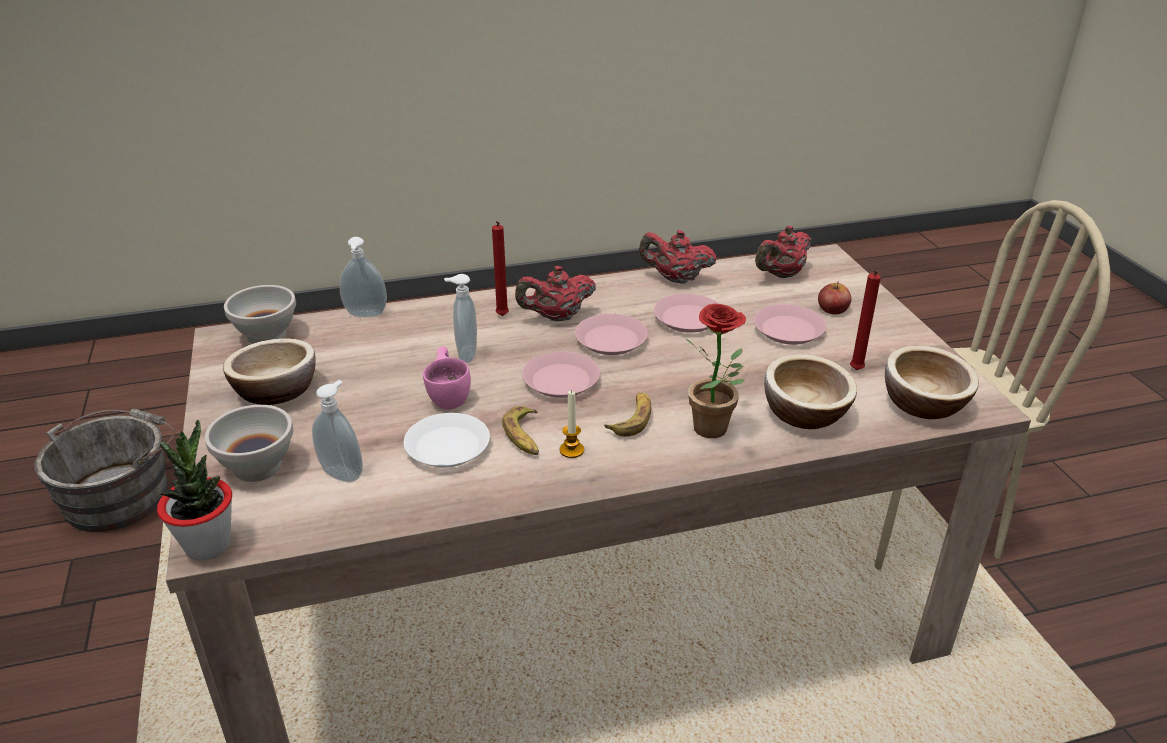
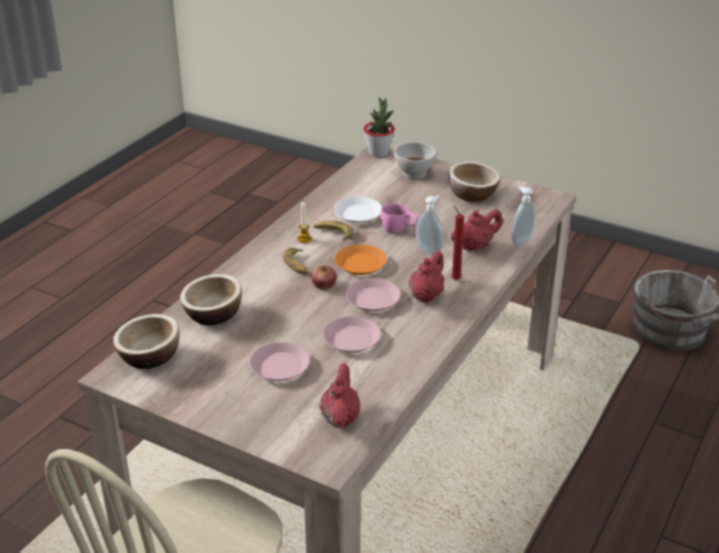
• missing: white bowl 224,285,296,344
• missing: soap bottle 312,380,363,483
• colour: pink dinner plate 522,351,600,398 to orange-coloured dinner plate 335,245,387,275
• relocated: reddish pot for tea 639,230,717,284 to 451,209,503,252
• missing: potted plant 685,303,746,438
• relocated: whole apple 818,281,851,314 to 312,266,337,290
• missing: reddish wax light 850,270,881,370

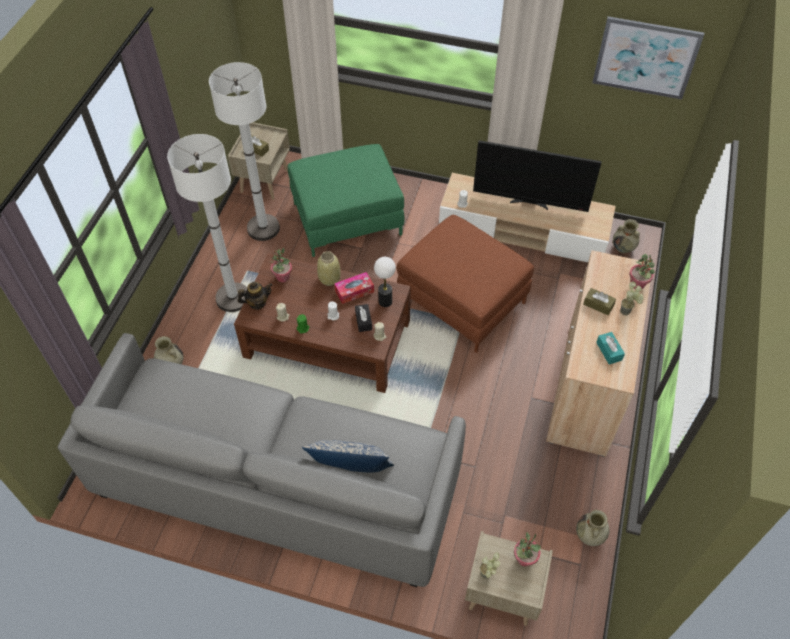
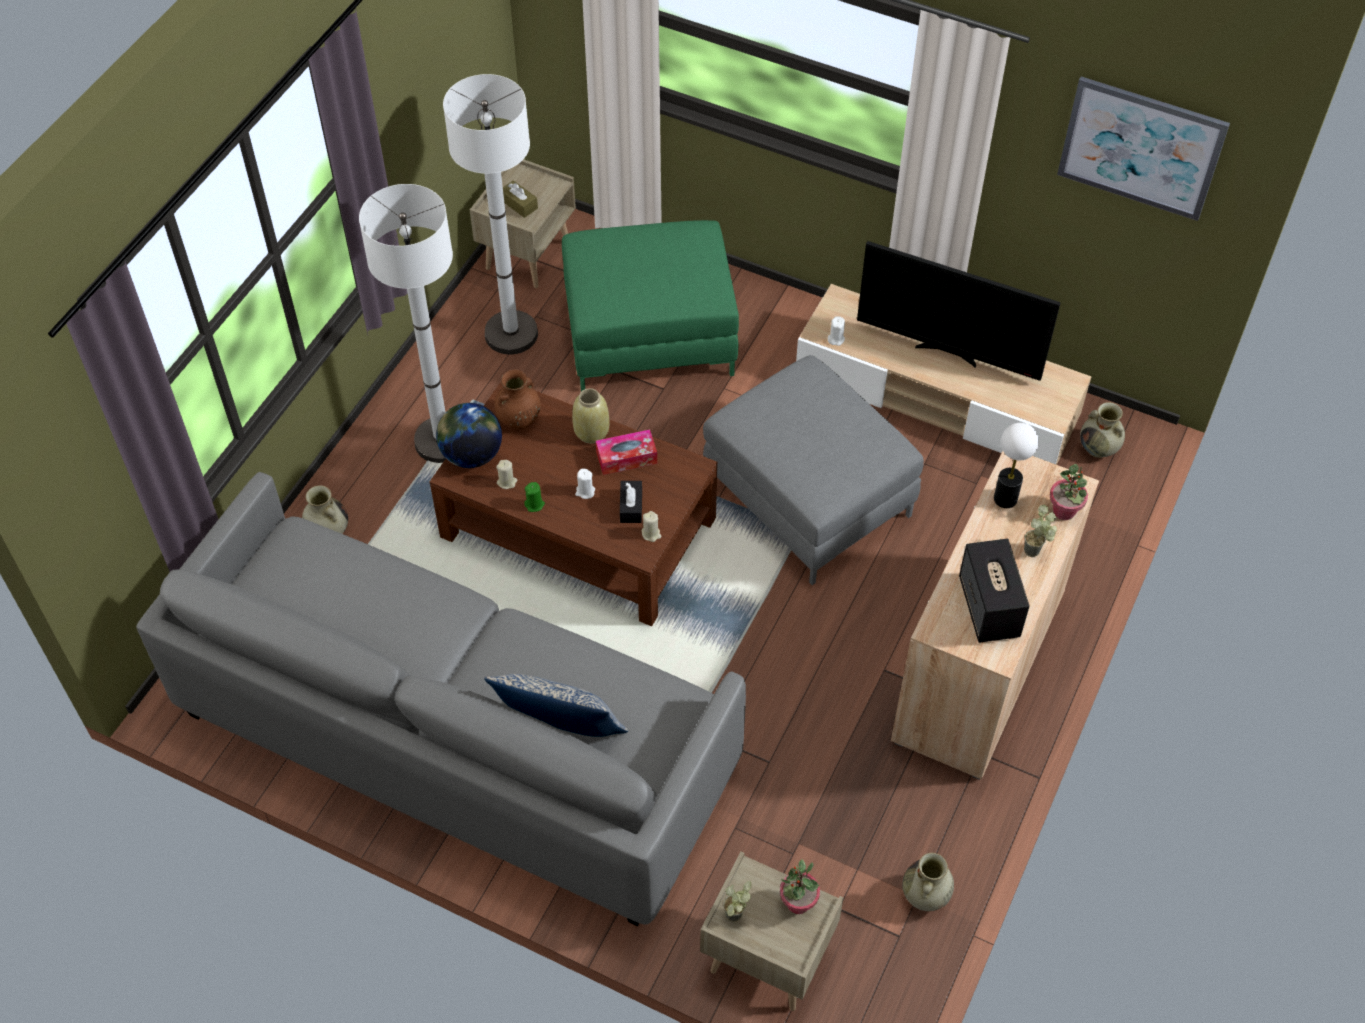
• exchanged: pot for tea 237,282,273,310 to world globe 436,403,502,468
• exchanged: potted plant 270,248,292,282 to brownish flower vase 494,369,541,429
• relocated: table lamp 374,257,396,307 to 994,423,1039,508
• colour: brownish ottoman 397,215,534,353 to gray ottoman 703,355,924,585
• missing: brownish tissue holder 583,288,616,315
• exchanged: turquoise tissue holder 596,332,625,364 to audio speaker 959,539,1030,643

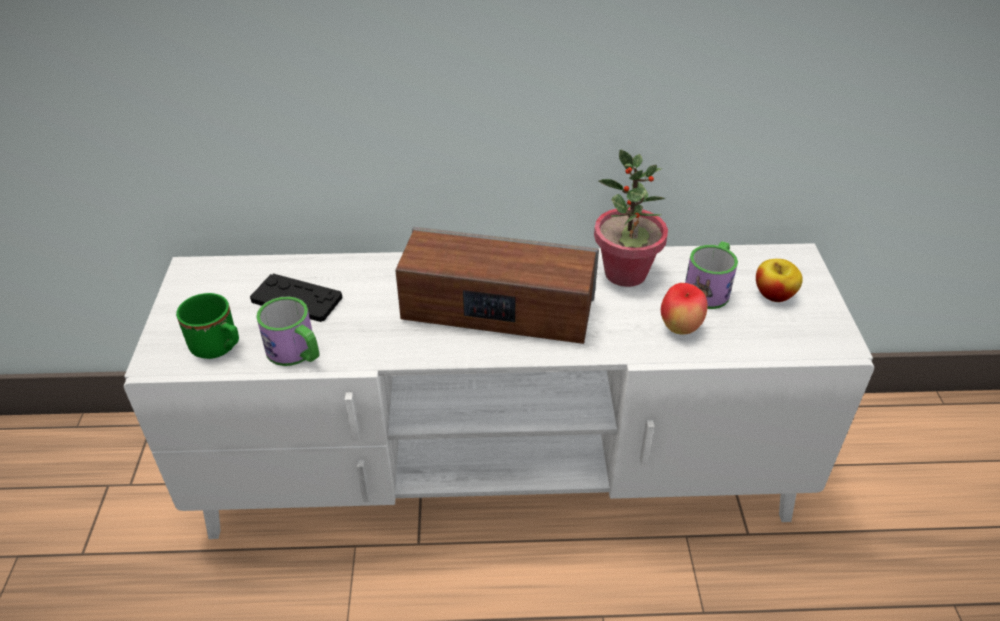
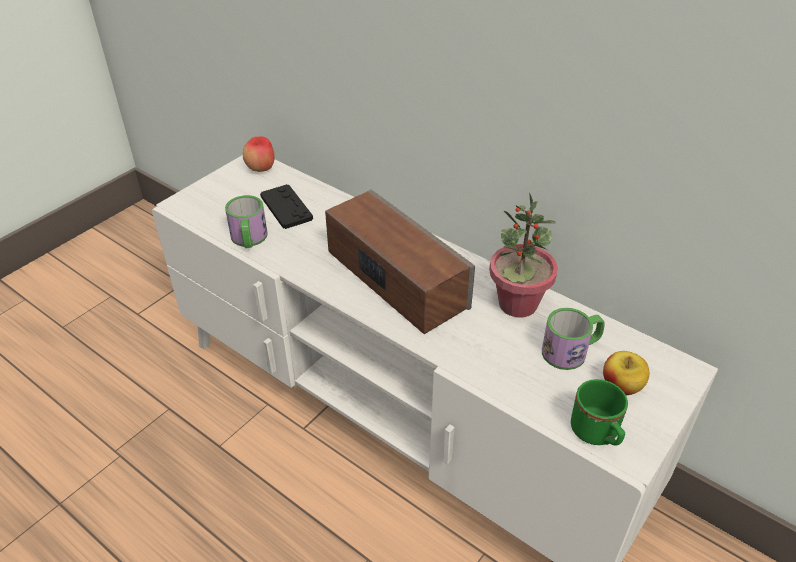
• relocated: green-coloured mug 176,293,239,359 to 571,379,628,446
• relocated: whole apple 661,283,708,334 to 243,136,275,172

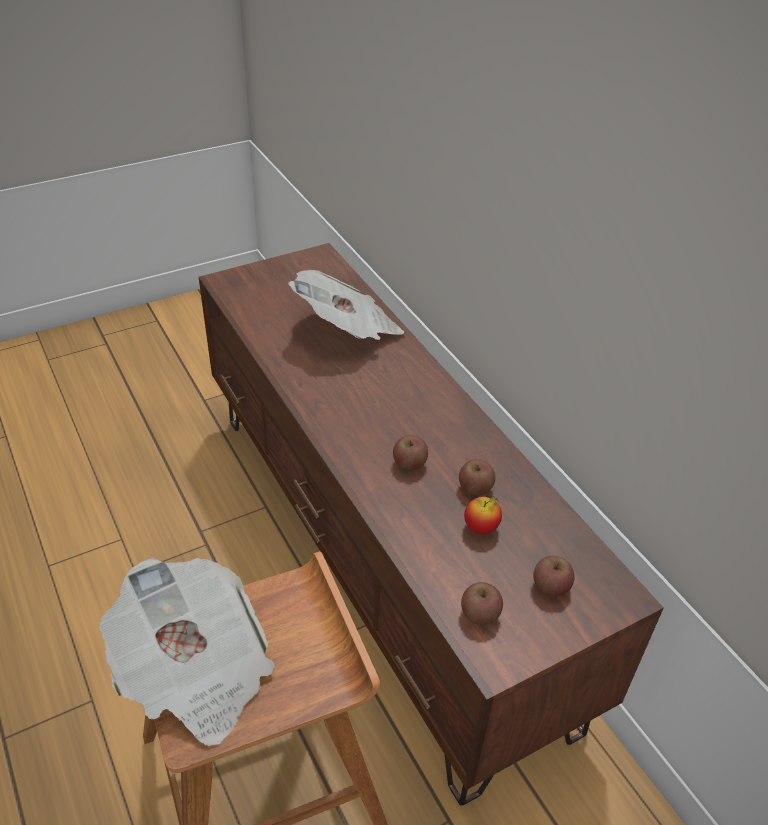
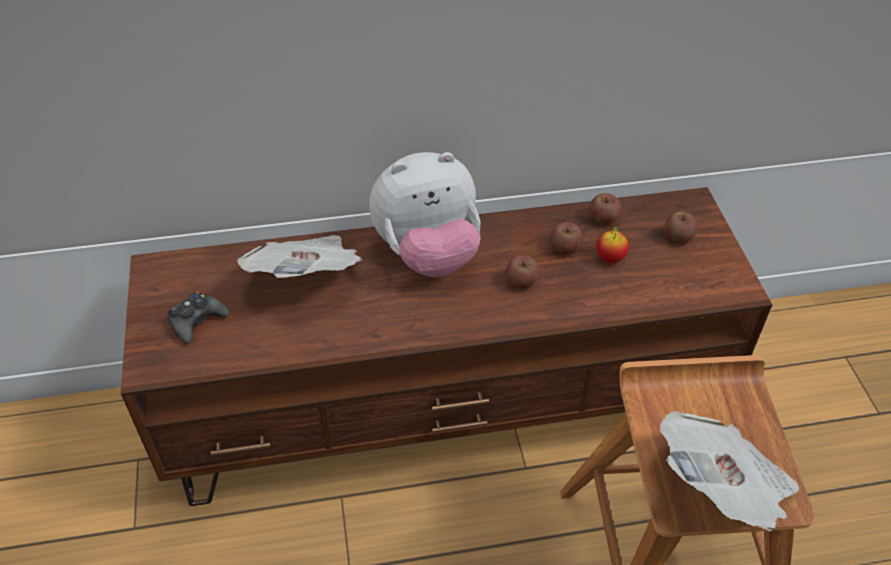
• relocated: whole apple 461,582,503,625 to 589,193,621,225
• appeared: blackish gamepad 168,291,229,344
• appeared: soft toy 369,152,481,277

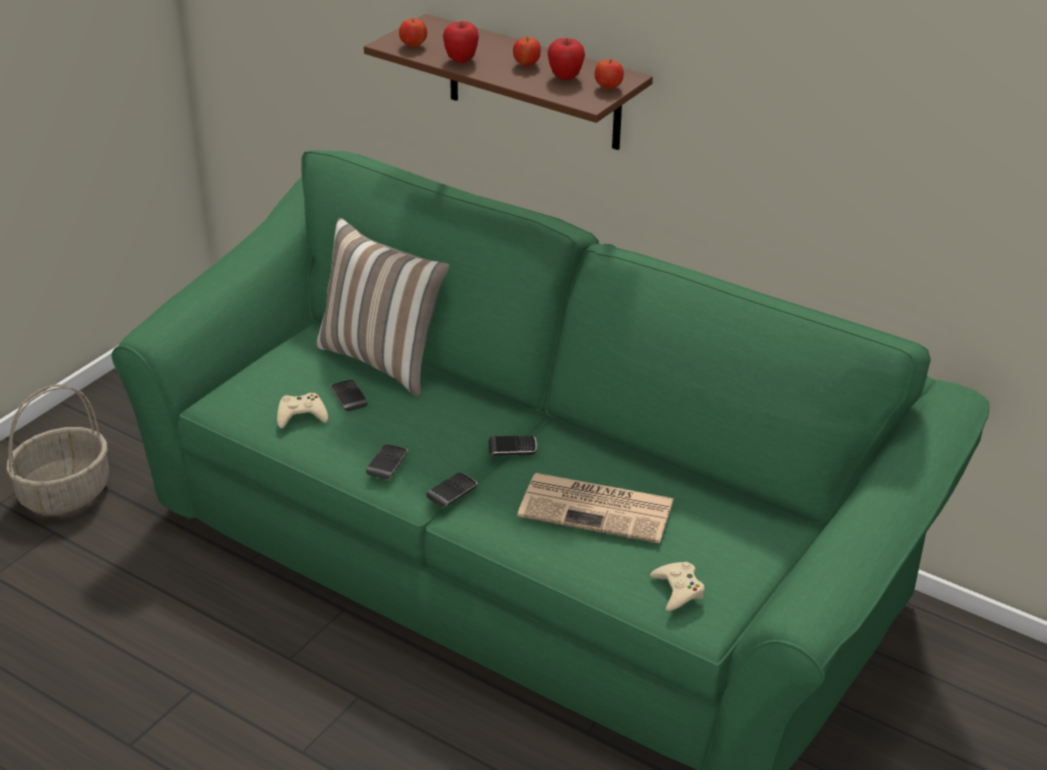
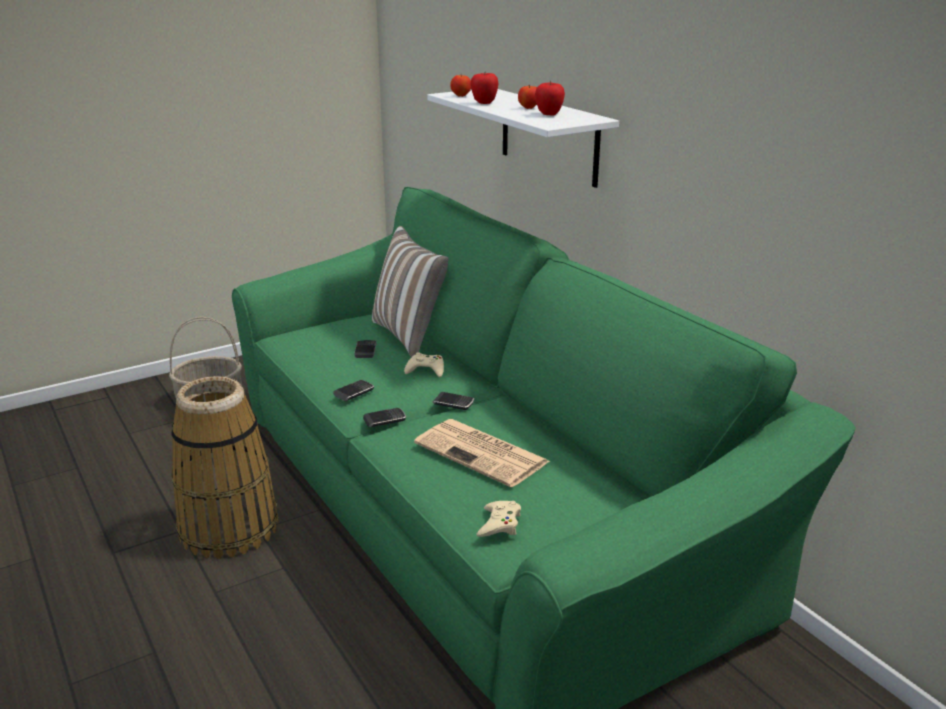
• relocated: sand-coloured gamepad 277,393,328,429 to 404,352,444,377
• colour: brownish bracket shelf 364,14,653,150 to white bracket shelf 427,89,619,188
• missing: whole apple 595,59,624,89
• appeared: basket 171,376,278,559

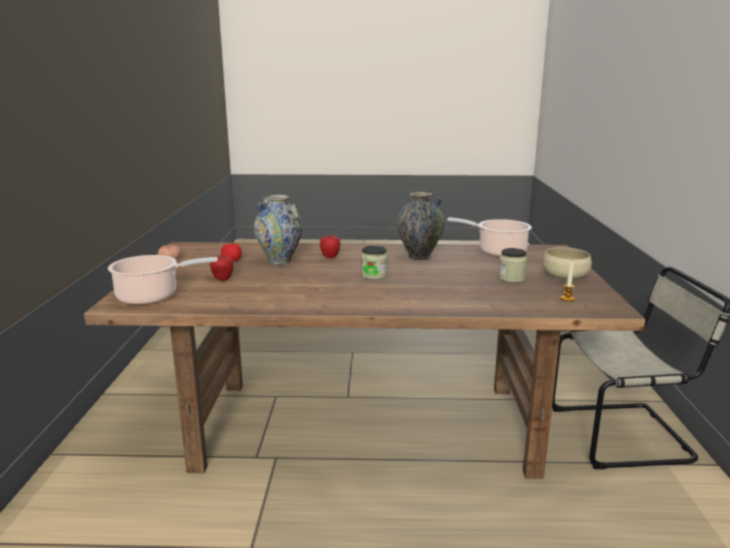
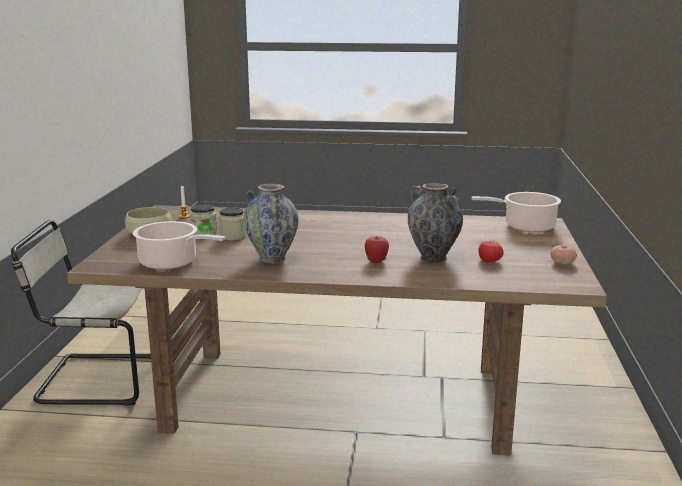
• missing: whole apple 210,255,234,281
• relocated: storage jar 361,246,388,280 to 219,208,246,240

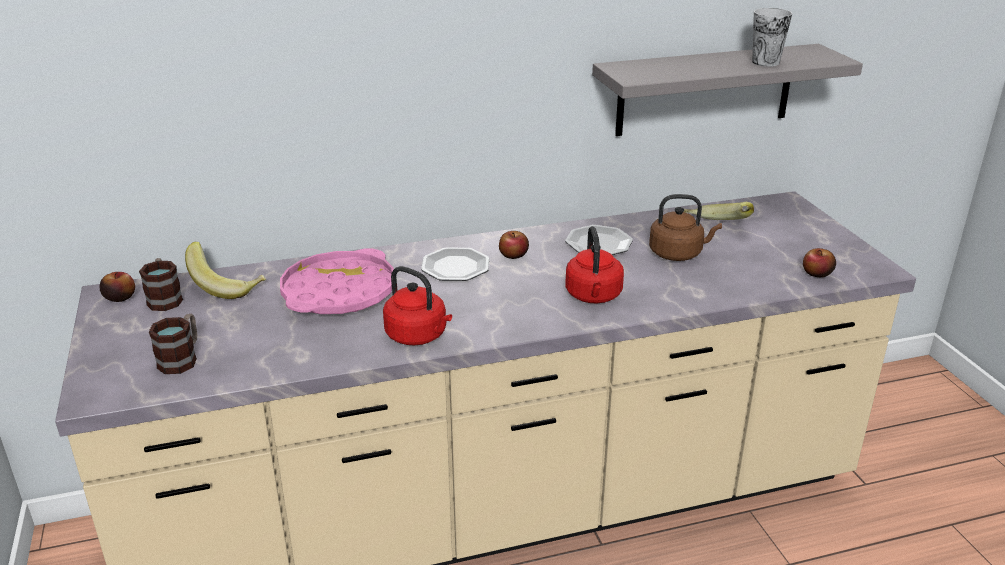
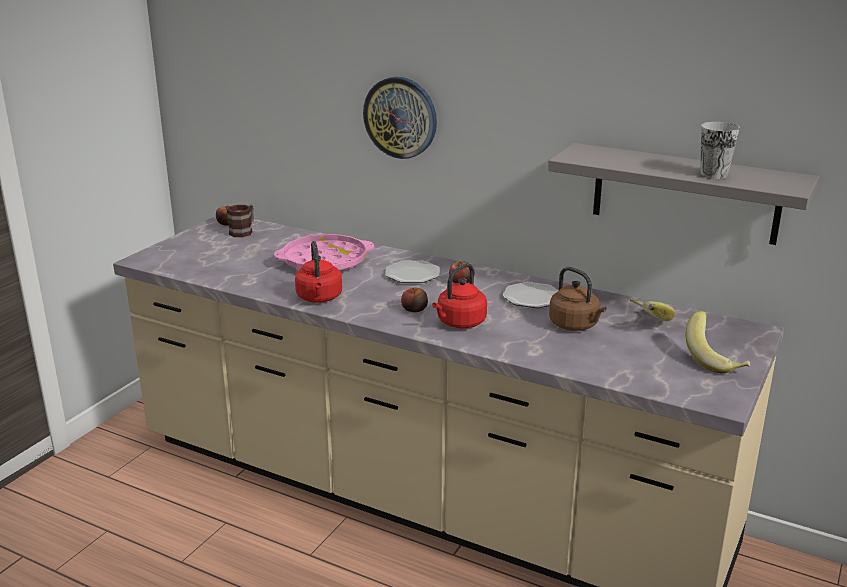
• missing: mug 149,314,197,374
• relocated: banana 185,242,266,299 to 686,311,750,373
• relocated: whole apple 803,248,836,277 to 401,287,428,312
• appeared: clock on the wall 363,77,437,159

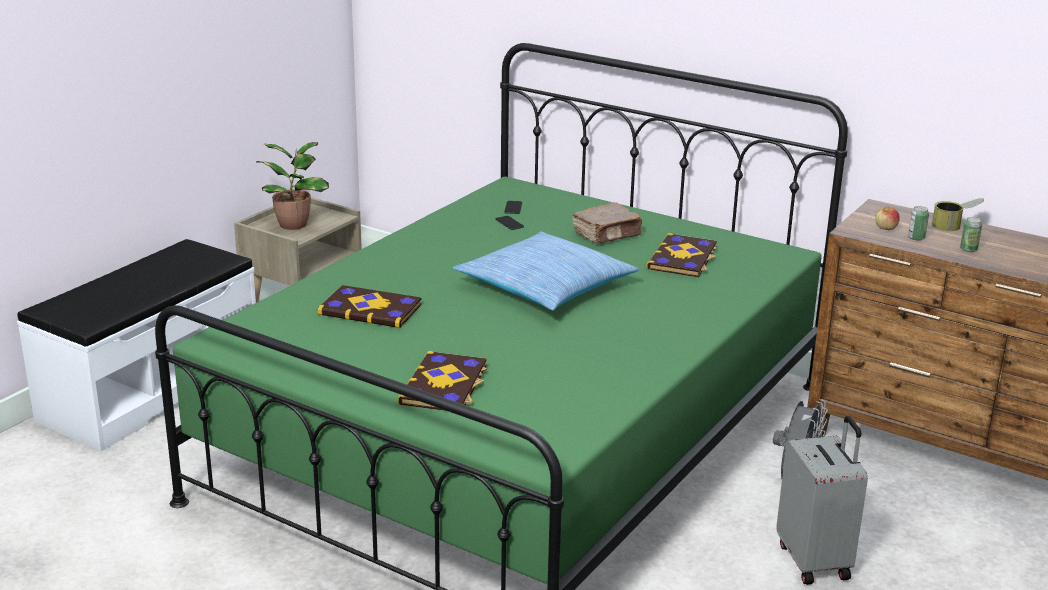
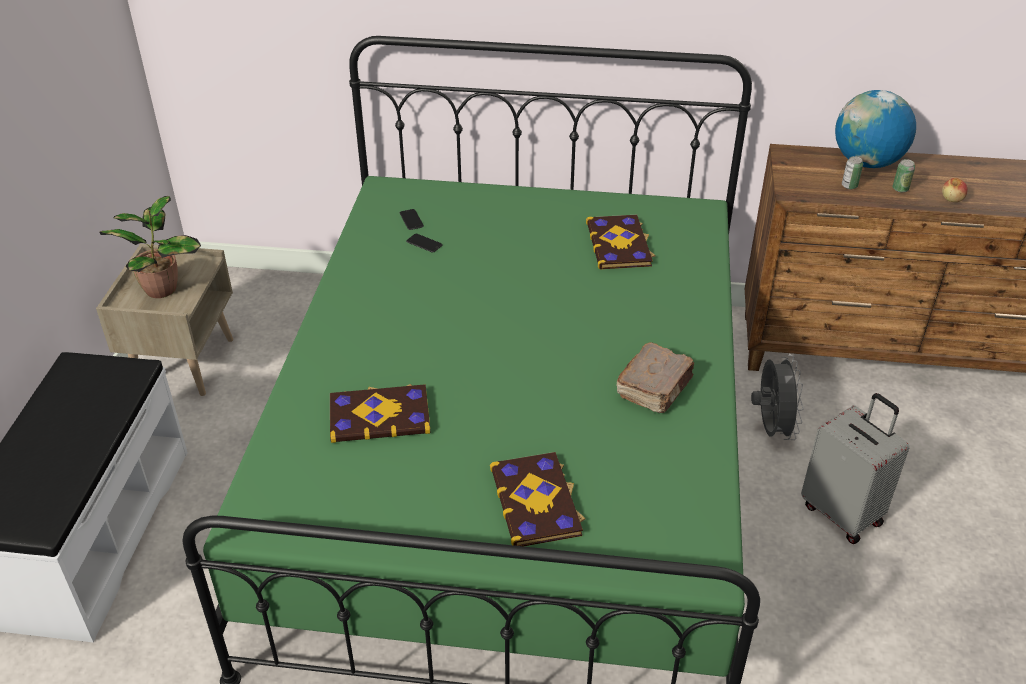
• missing: pillow 453,231,639,310
• relocated: brownish book 572,202,642,243 to 616,342,694,413
• relocated: whole apple 875,207,900,230 to 942,178,968,202
• exchanged: can 932,198,984,231 to world globe 835,90,916,168

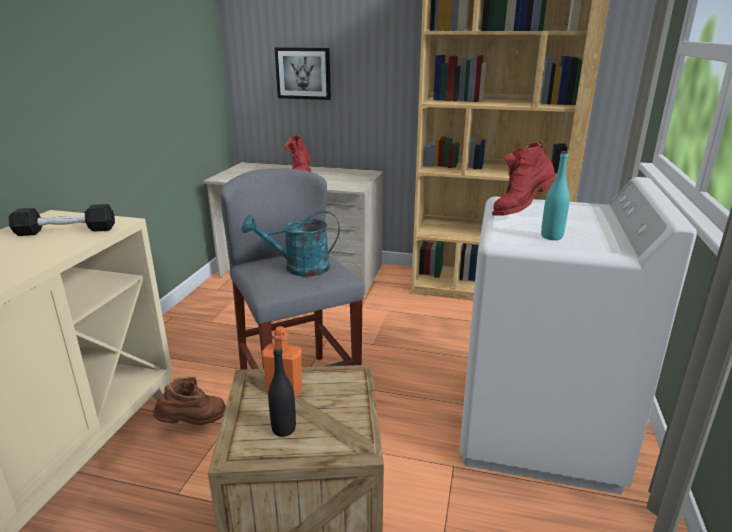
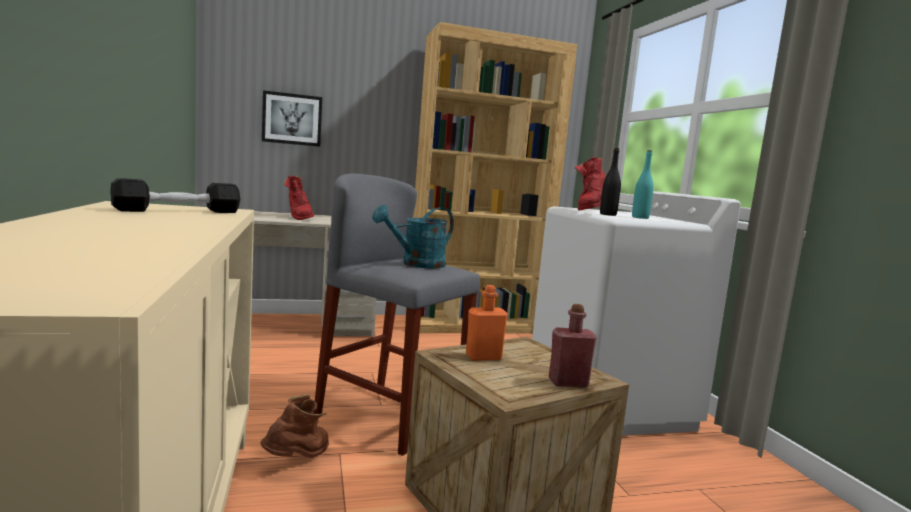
• relocated: blackish beverage bottle 268,346,296,437 to 600,148,621,216
• appeared: reddish beverage bottle 548,304,597,387

